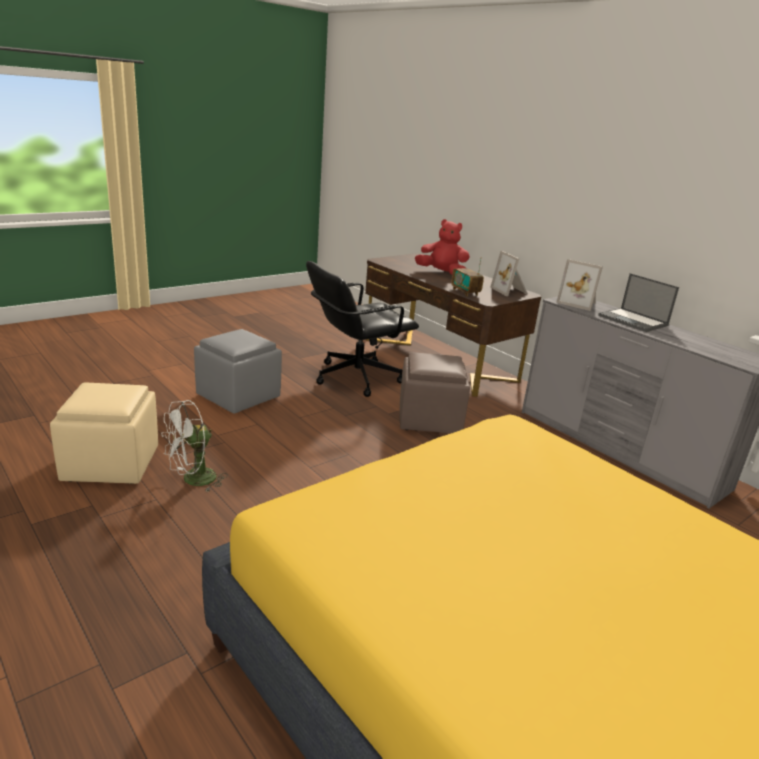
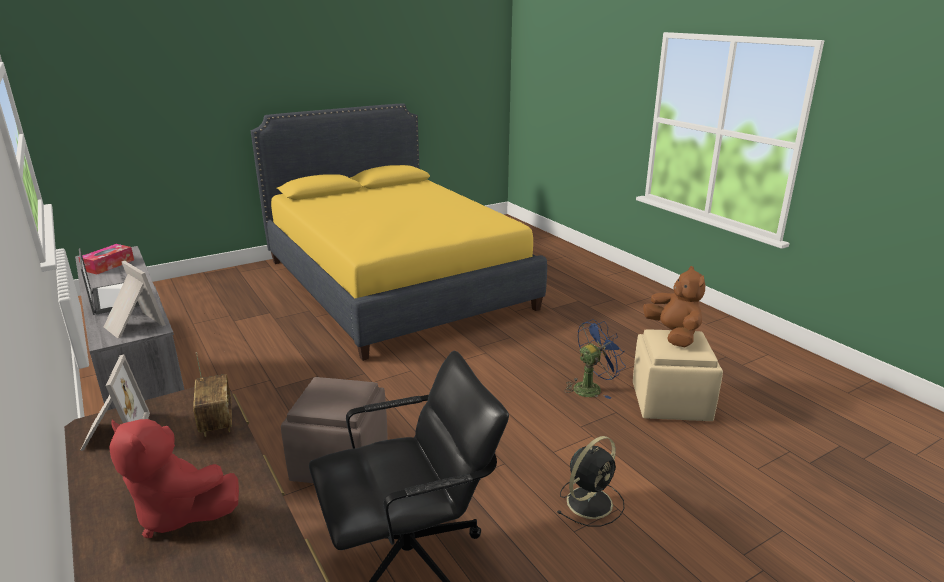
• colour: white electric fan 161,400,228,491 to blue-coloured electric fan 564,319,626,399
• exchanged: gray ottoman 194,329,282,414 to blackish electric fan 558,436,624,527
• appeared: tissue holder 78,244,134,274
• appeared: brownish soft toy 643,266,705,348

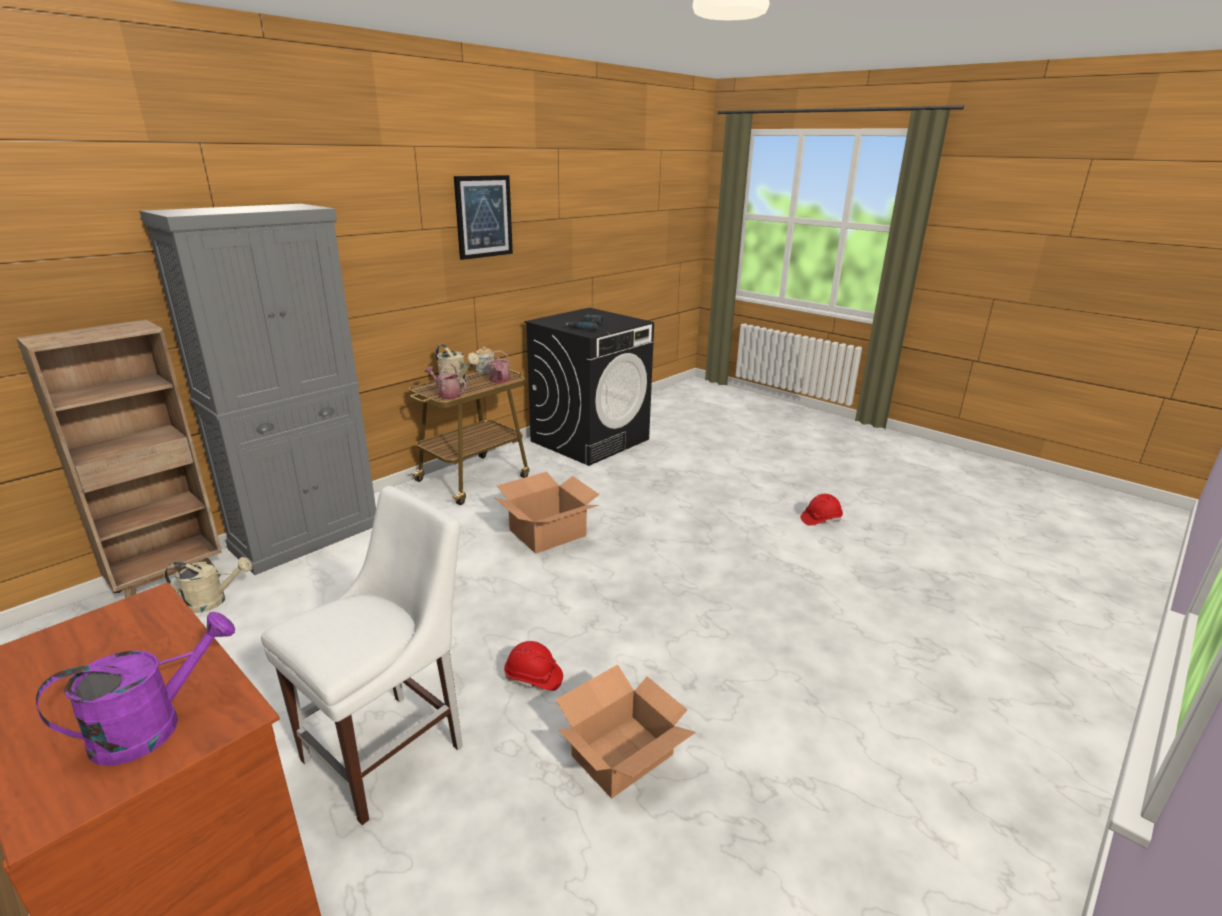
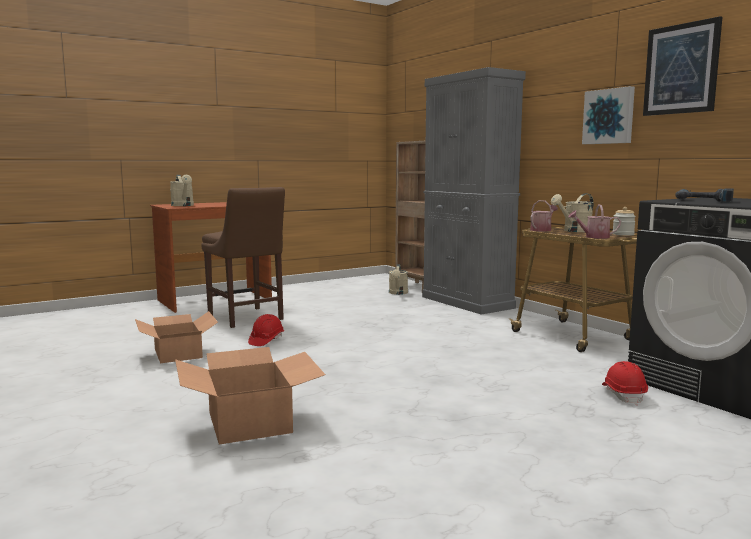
• colour: purplish watering can 36,612,235,766 to sand-coloured watering can 170,175,194,206
• colour: white upright chair 261,486,463,825 to brownish upright chair 201,187,285,328
• relocated: packing box 495,472,600,554 to 175,347,326,445
• relocated: reddish hard hat 800,494,843,526 to 602,361,648,405
• appeared: wall art 582,86,635,144

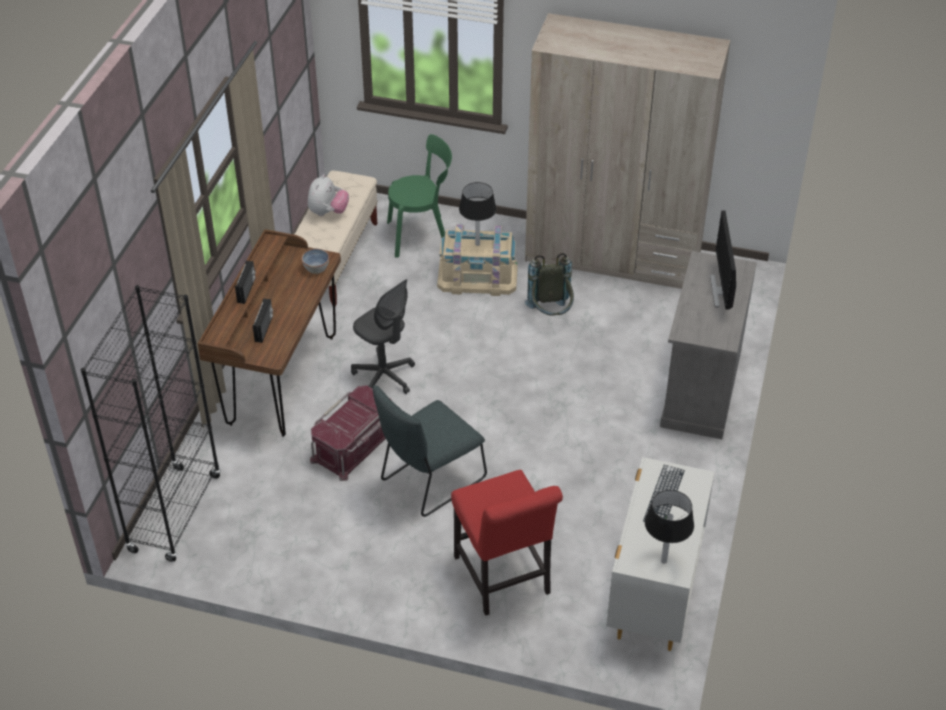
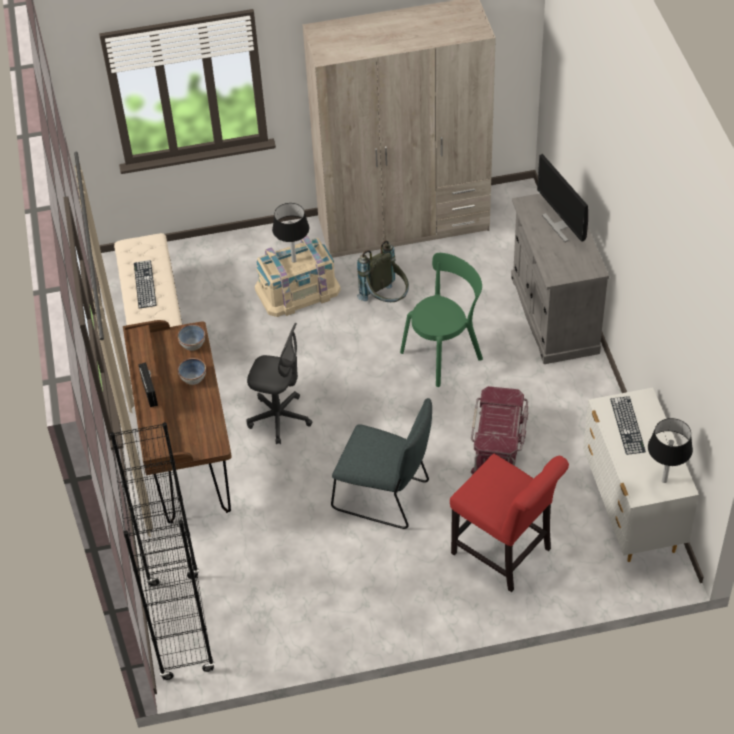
• missing: radio 253,299,273,343
• exchanged: soft toy 308,174,349,216 to keyboard 134,260,157,309
• relocated: reddish storage box 310,385,386,481 to 471,386,528,474
• spun: gray upright chair 373,386,487,517 = 331,398,432,529 90 degrees counterclockwise
• relocated: green-coloured upright chair 387,134,452,258 to 400,253,483,387
• appeared: bowl 178,358,206,385

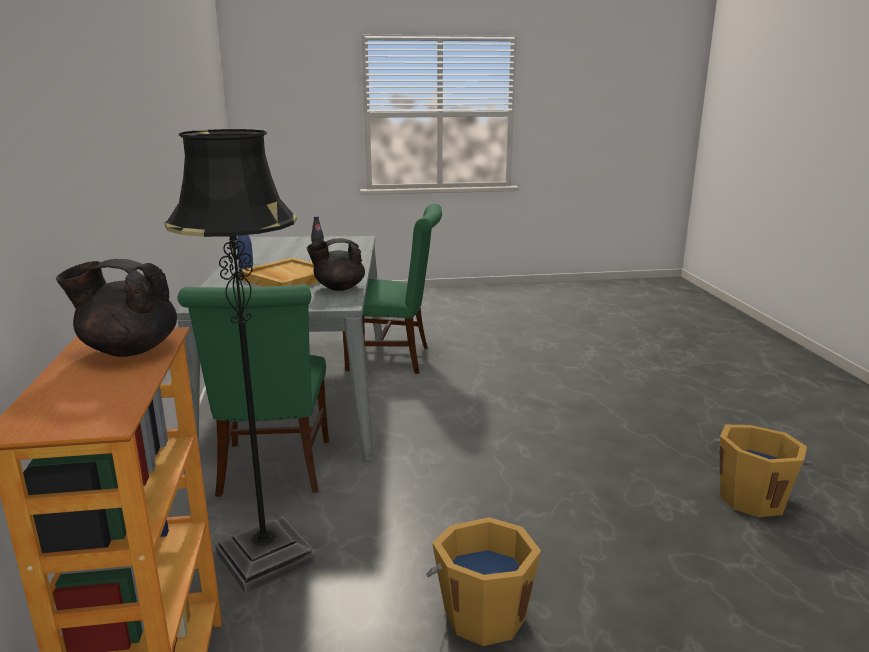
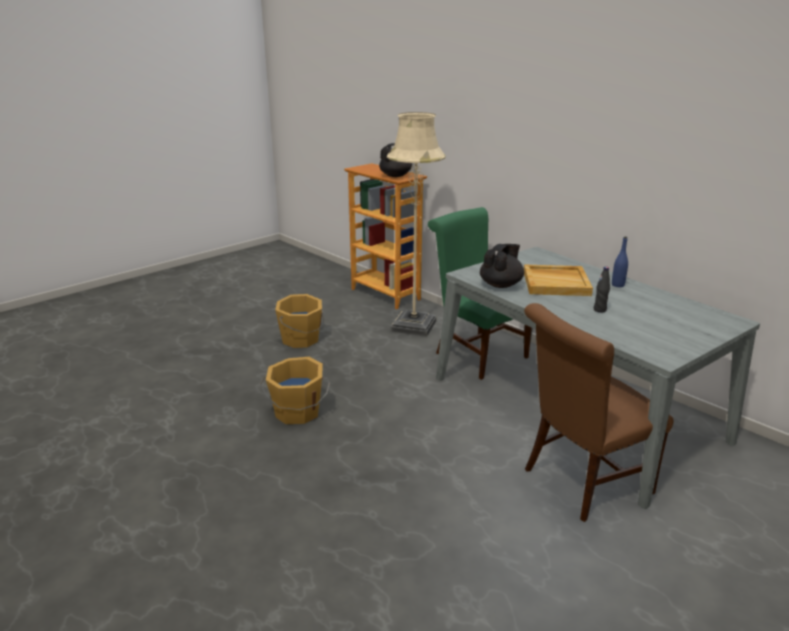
• colour: blackish standard lamp 164,129,316,594 to sand-coloured standard lamp 387,112,446,337
• colour: green-coloured upright chair 343,204,442,374 to brownish upright chair 524,303,674,522
• relocated: orange-coloured water bucket 711,425,815,517 to 260,357,330,424

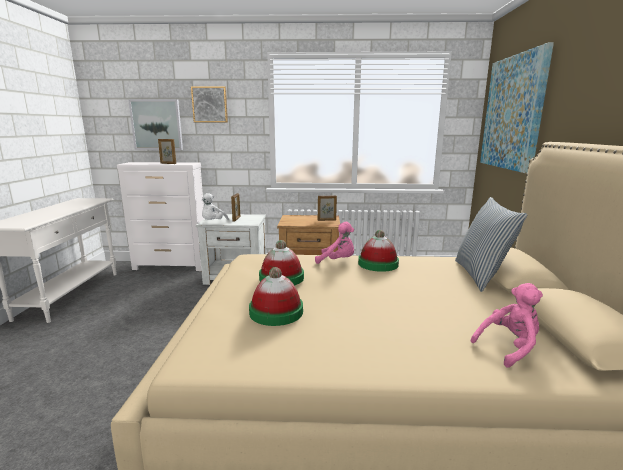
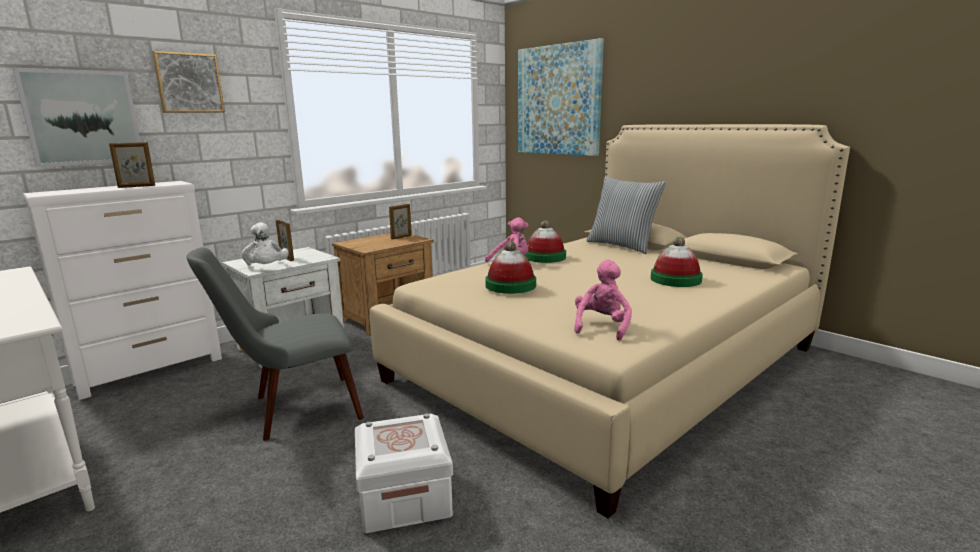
• relocated: wearable hat 249,267,303,326 to 651,237,703,287
• relocated: pink soft toy 470,283,543,367 to 574,260,632,341
• appeared: gray upright chair 187,247,364,441
• appeared: white storage box 355,413,453,533

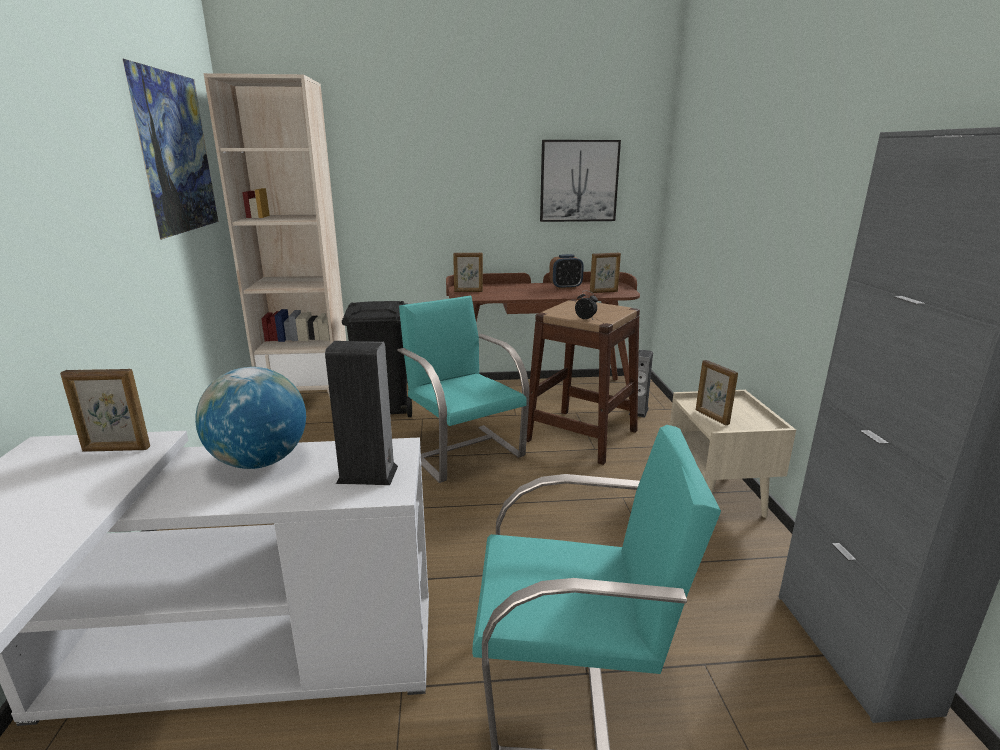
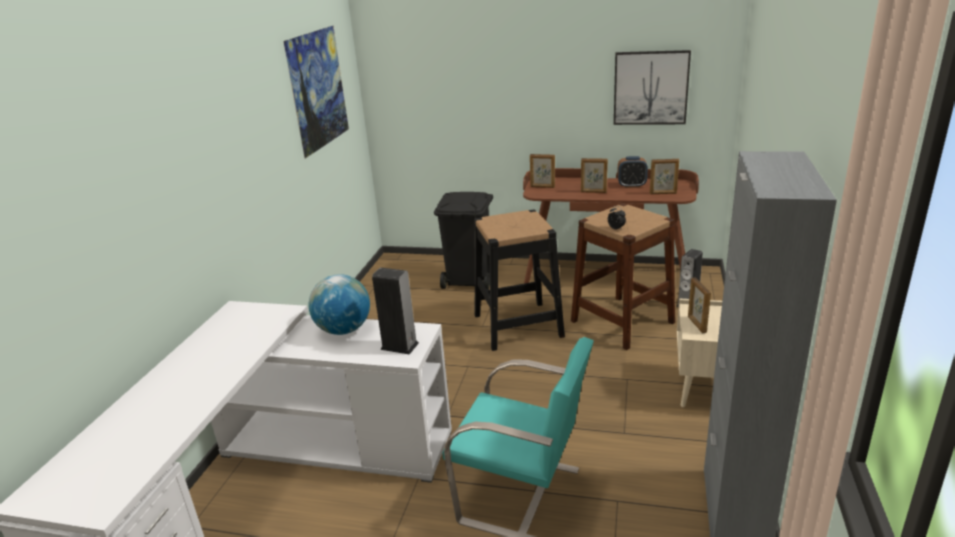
• relocated: standing frame 60,369,150,452 to 581,158,608,193
• missing: sand-coloured shelving unit 203,73,346,397
• exchanged: turquoise upright chair 397,296,530,483 to blackish sitting stool 474,209,565,351

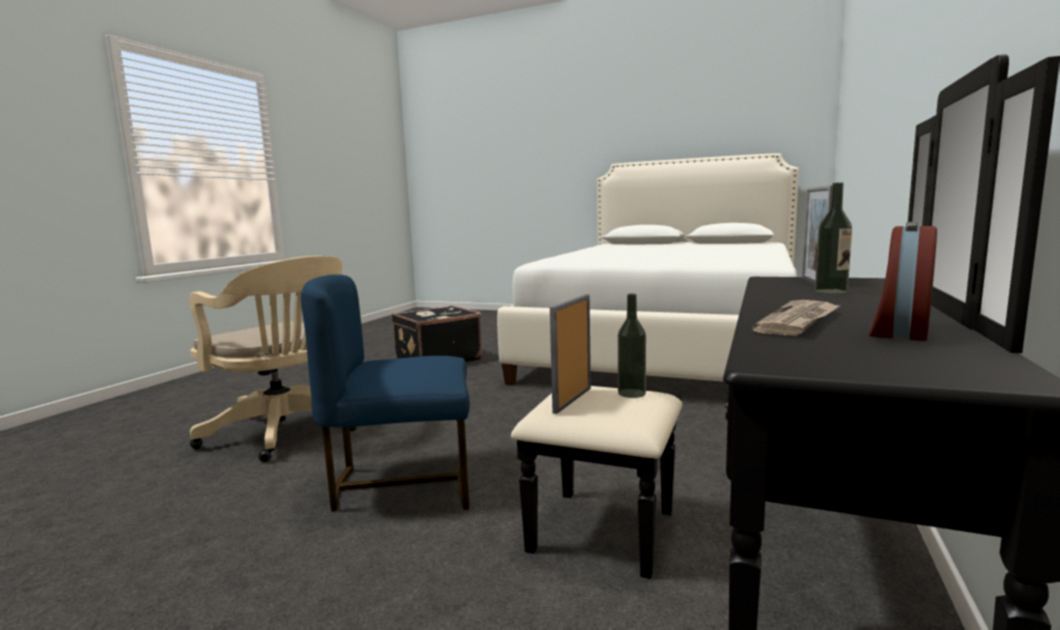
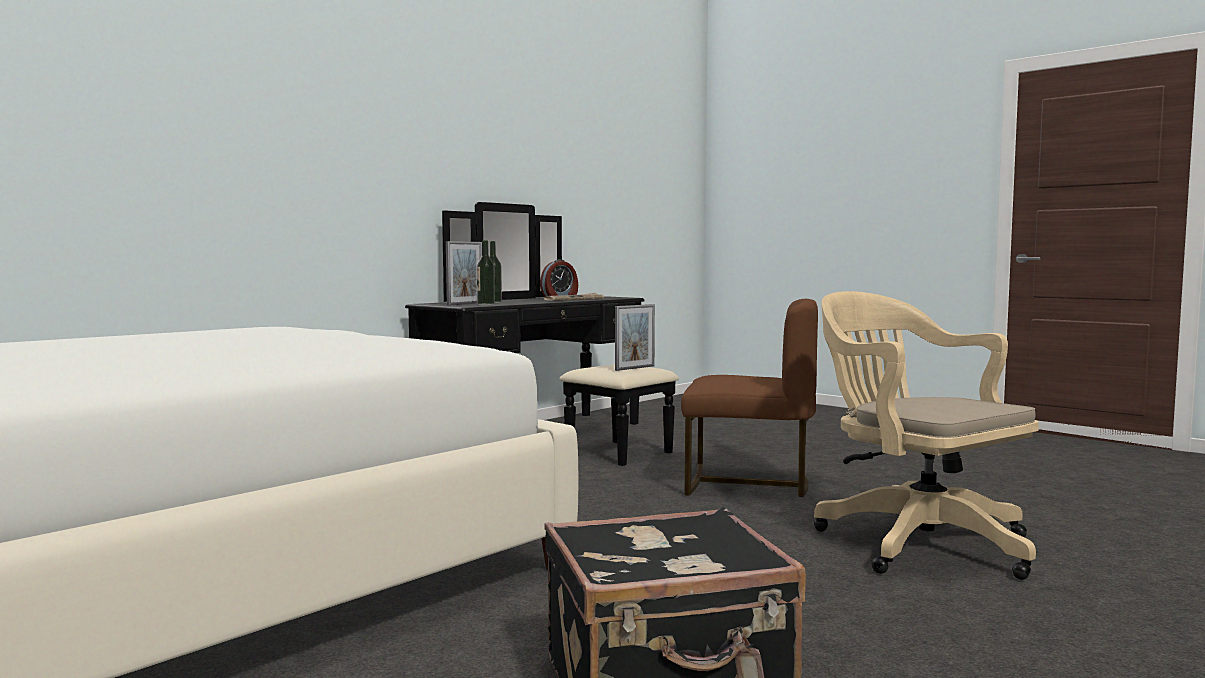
• colour: blue-coloured upright chair 301,275,470,512 to brownish upright chair 681,299,818,497
• relocated: beverage bottle 618,294,646,398 to 477,240,495,305

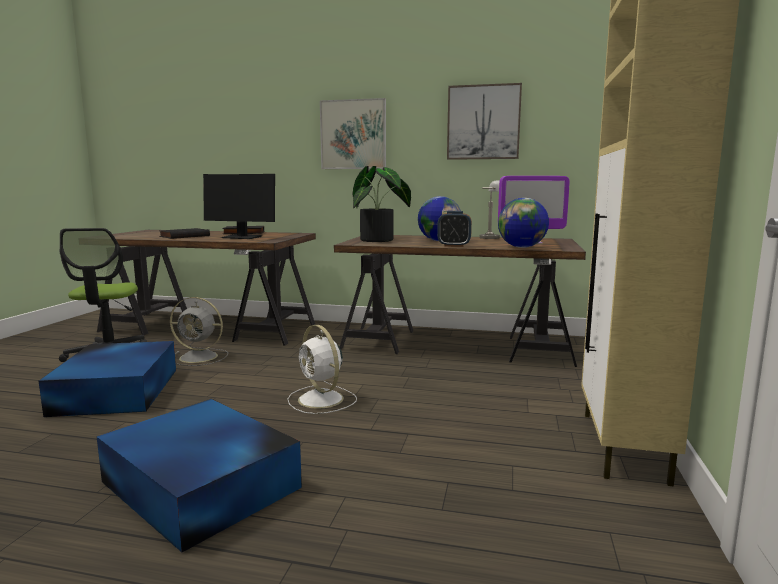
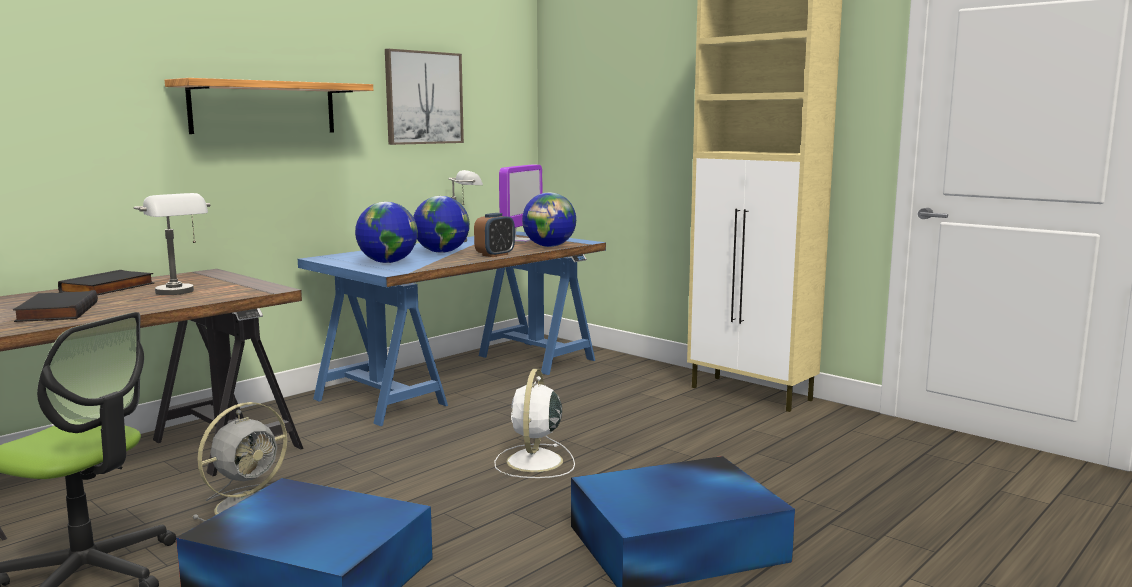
• exchanged: monitor 203,174,275,239 to gray table lamp 133,193,210,295
• spun: white electric fan 287,325,357,414 = 494,369,575,478 105 degrees clockwise
• exchanged: wall art 320,98,386,169 to bracket shelf 165,78,373,134
• colour: brownish desk 334,235,586,367 to blue-coloured desk 298,231,606,426
• exchanged: potted plant 352,166,411,242 to world globe 355,202,418,263

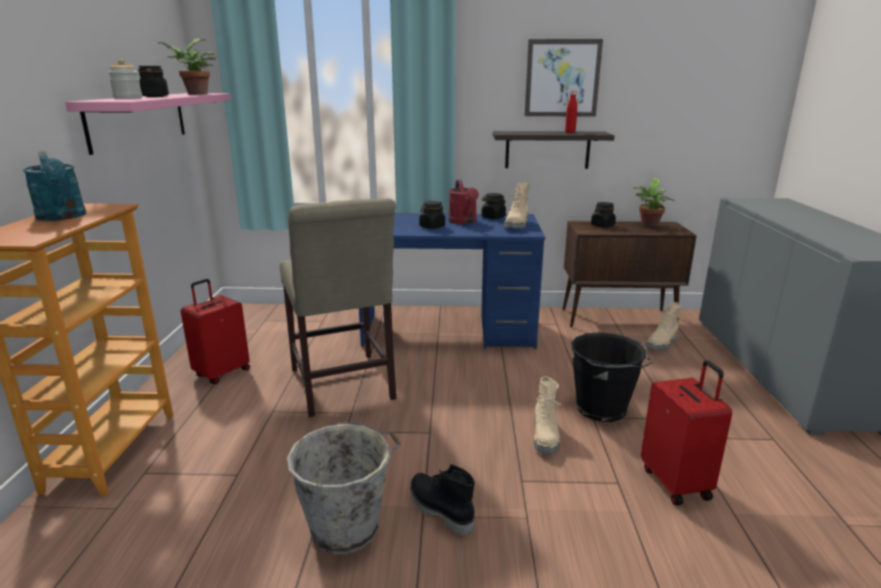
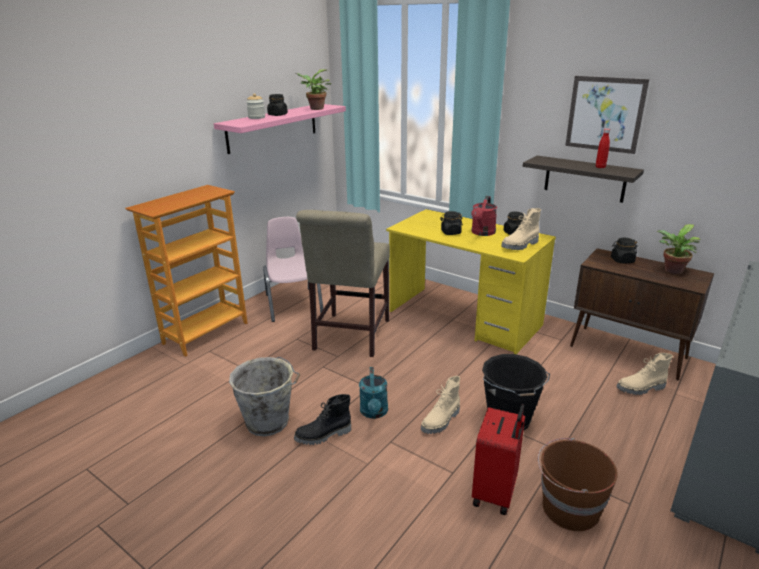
• relocated: turquoise watering can 22,151,86,221 to 359,367,388,419
• exchanged: reddish suitcase 181,279,250,384 to pink upright chair 263,217,323,322
• colour: blue-coloured desk 359,213,545,349 to yellow desk 386,209,556,354
• spun: blackish boot 410,464,475,536 = 294,394,351,445 105 degrees counterclockwise
• appeared: brownish water bucket 538,438,618,531

